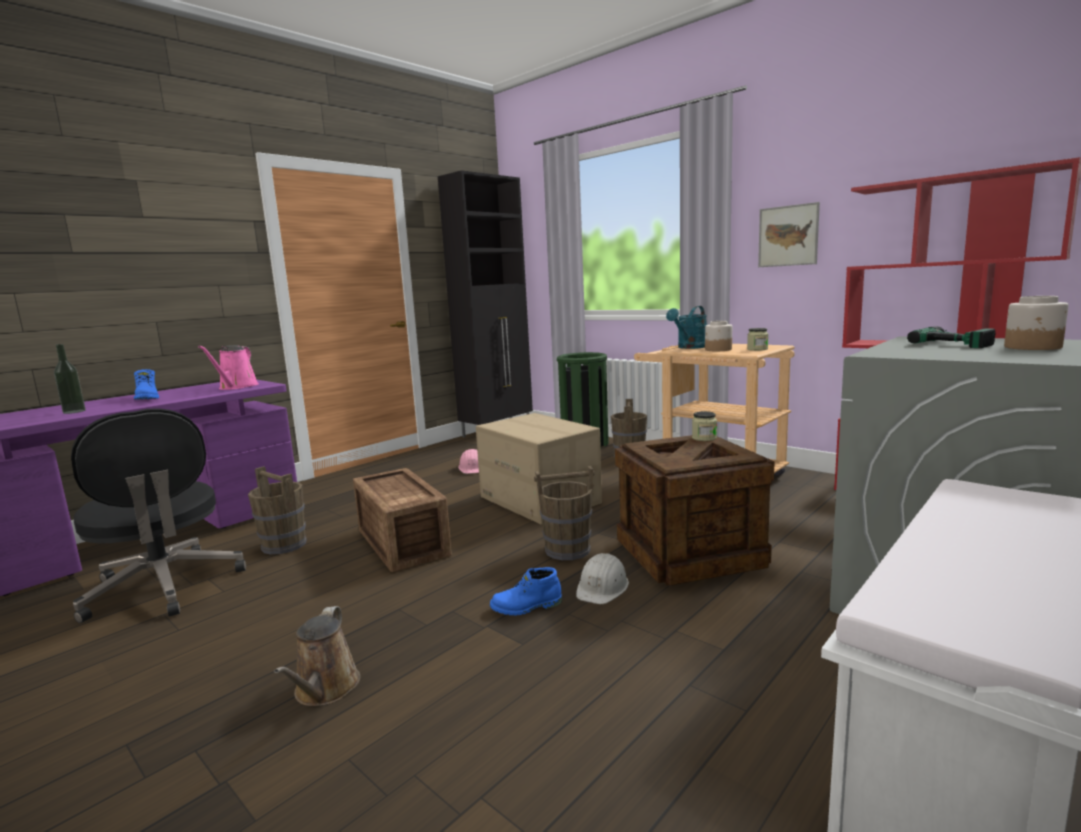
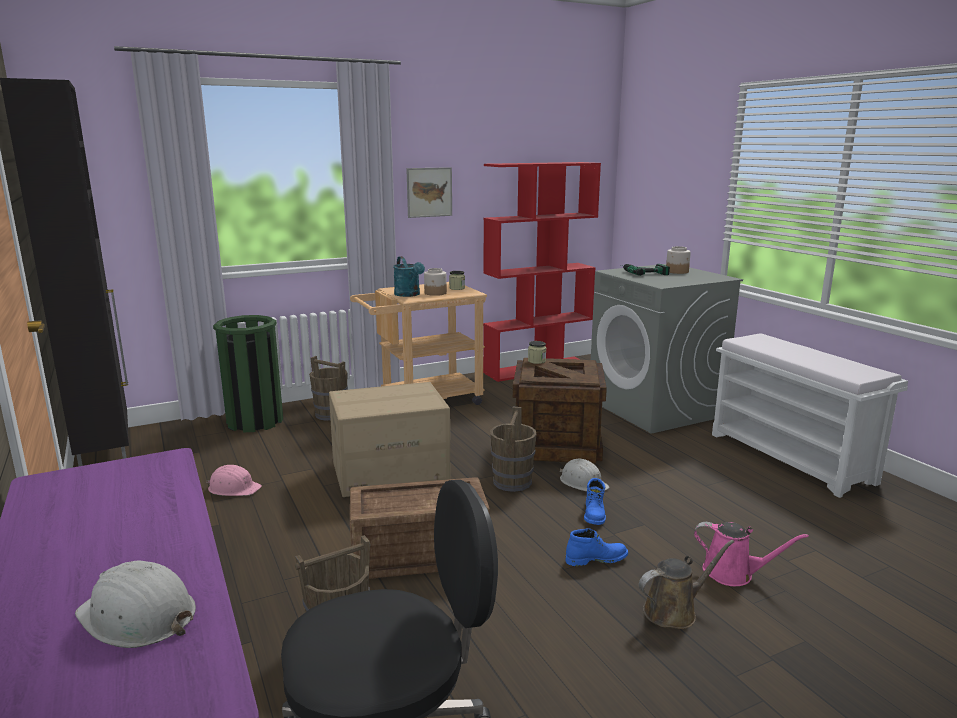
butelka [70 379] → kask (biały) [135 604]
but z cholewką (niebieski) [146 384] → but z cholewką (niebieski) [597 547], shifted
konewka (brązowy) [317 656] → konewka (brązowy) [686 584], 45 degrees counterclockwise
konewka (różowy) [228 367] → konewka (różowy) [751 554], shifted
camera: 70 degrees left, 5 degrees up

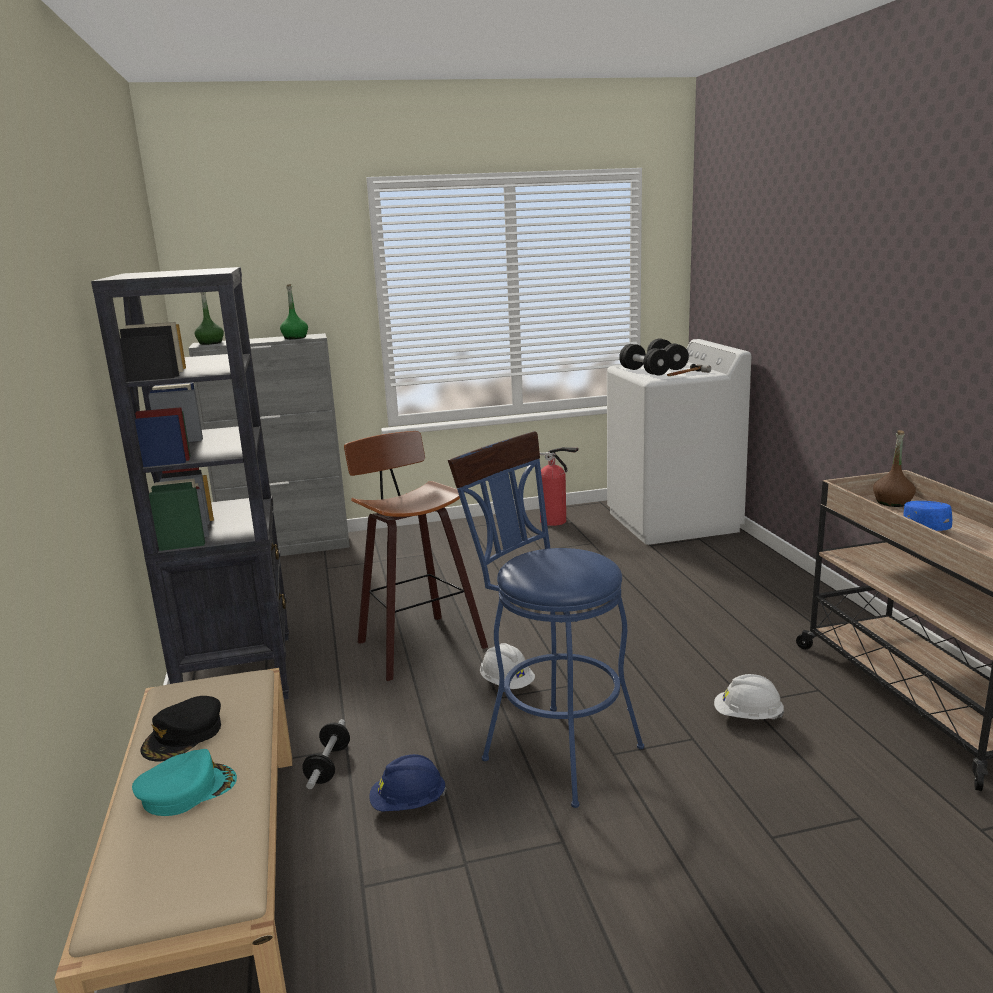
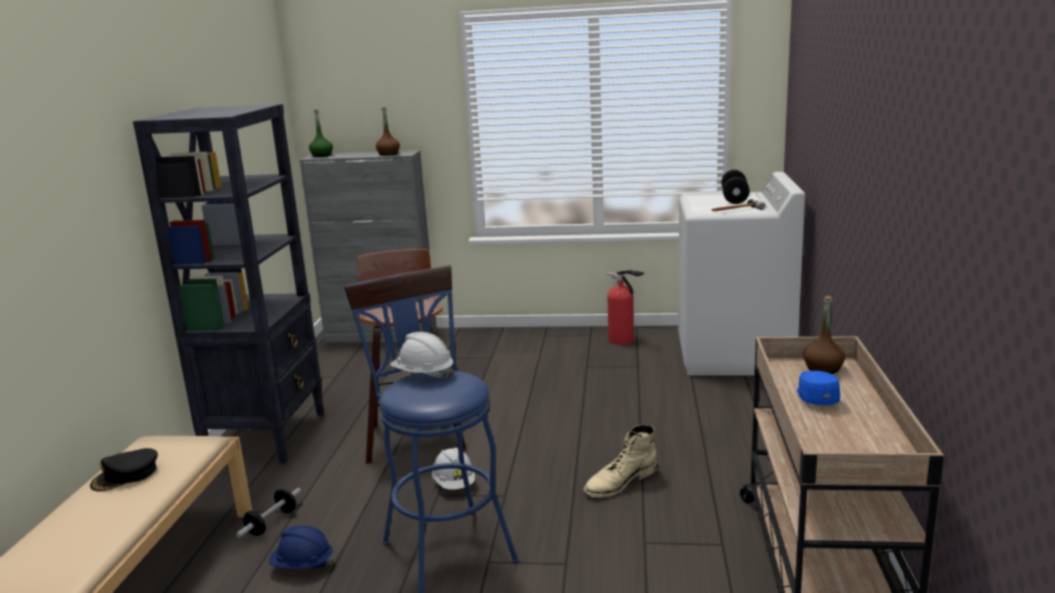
butelka (zielony) [294 311] → butelka (brązowy) [388 132]
kask (biały) [749 696] → kask (biały) [421 355], shifted
- → but z cholewką (beżowy) [620 461]
czapka z daszkiem (turkusowy) [184 782] → -
hantel (czarny) [645 360] → -
camera: 20 degrees right, 0 degrees up

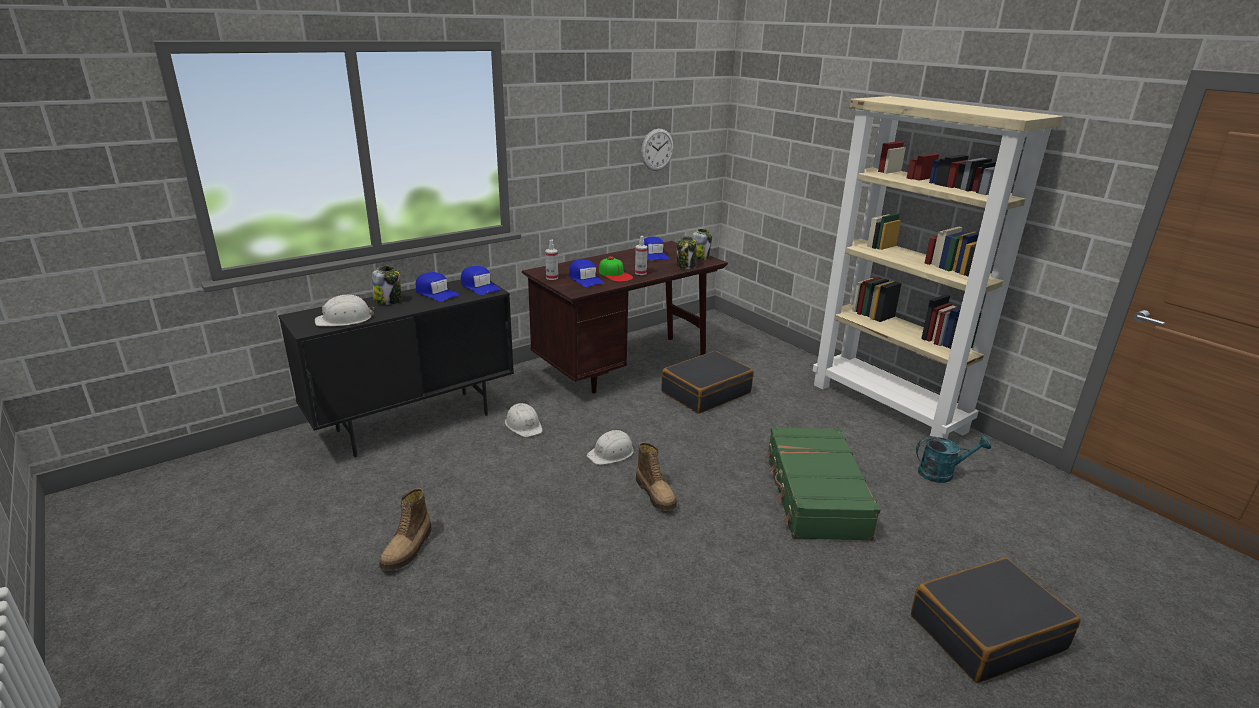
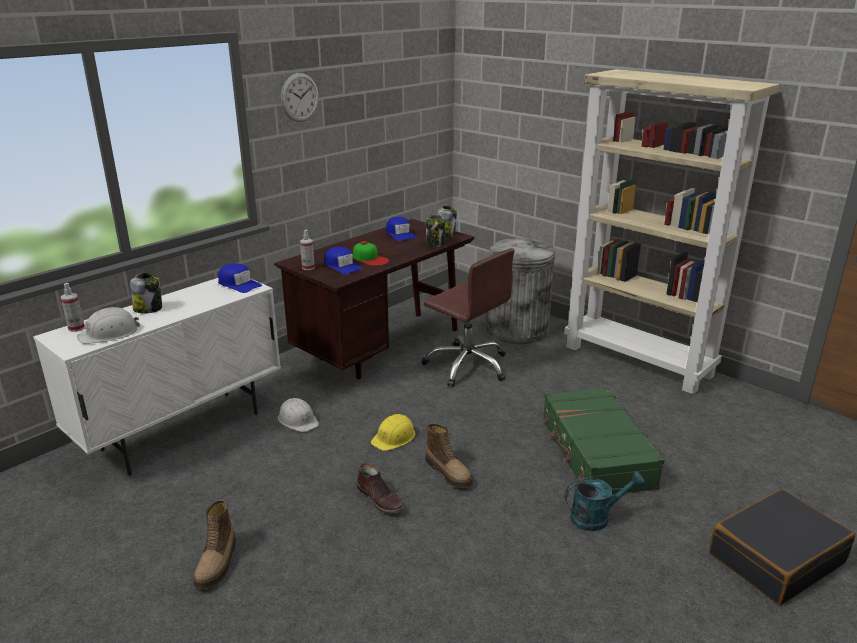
szafka (czarny) [396 368] → szafka (biały) [157 377]
spryskiwacz [641 255] → spryskiwacz [73 307], shifted
zegar ścienny [657 149] → zegar ścienny [300 97], shifted
- → but z cholewką (brązowy) [380 488]
kask (biały) [610 447] → kask (żółty) [393 432]
walizka (czarny) [707 382] → krzesło biurowe (brązowy) [468 317]
- → kosz na śmieci (szary) [521 291]
konewka (turkusowy) [953 459] → konewka (turkusowy) [605 501], shifted
czapka z daszkiem (niebieski) [437 287] → -
camera: 10 degrees left, 0 degrees up

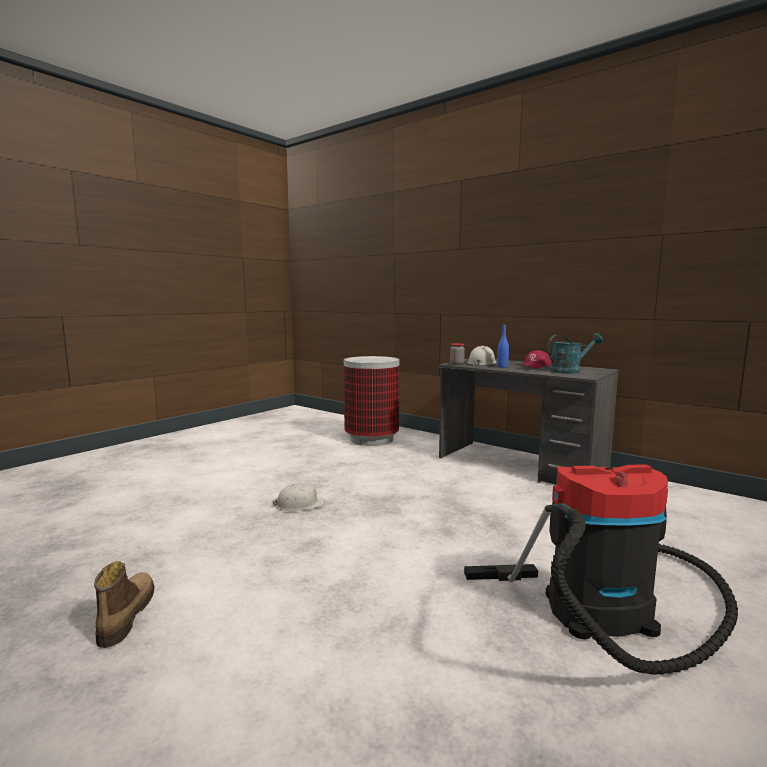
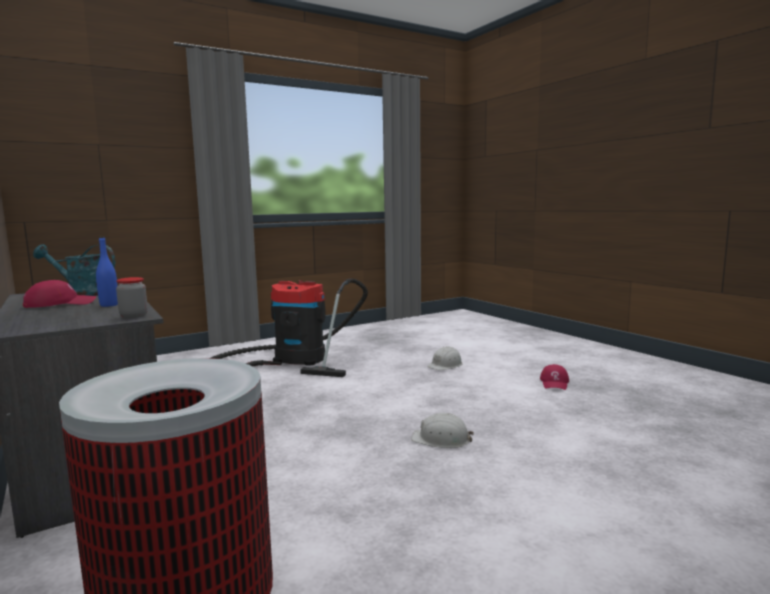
kask (biały) [482 356] → kask (biały) [445 358], shifted
but z cholewką [124 604] → czapka z daszkiem (czerwony) [554 377]
camera: 160 degrees left, 0 degrees up

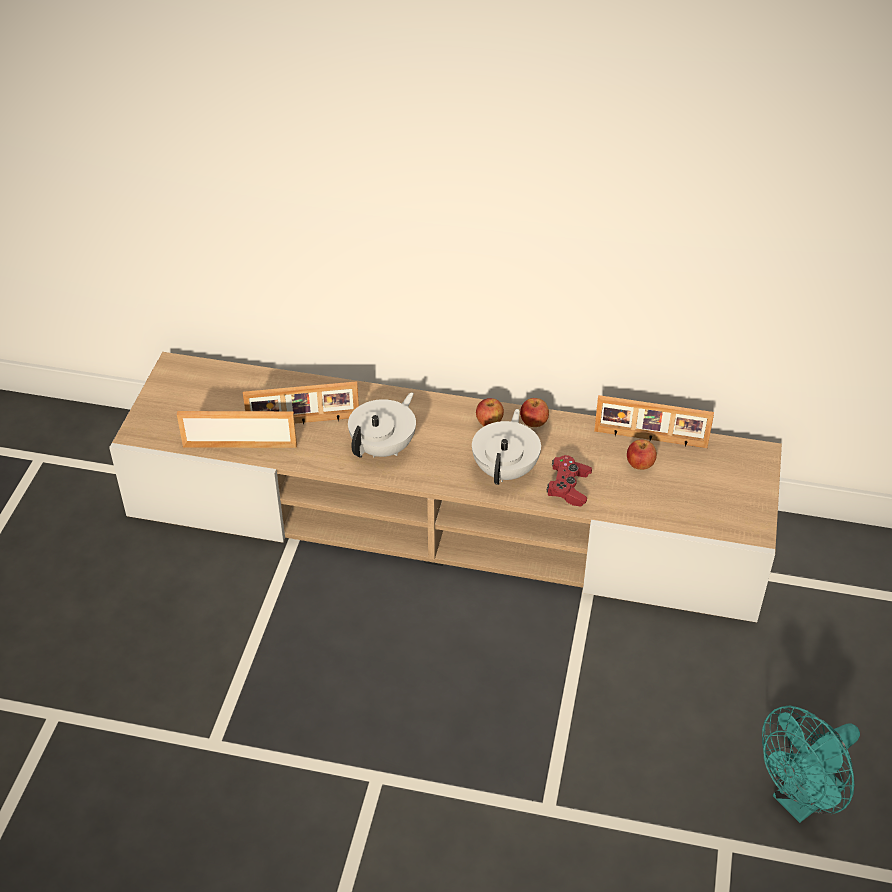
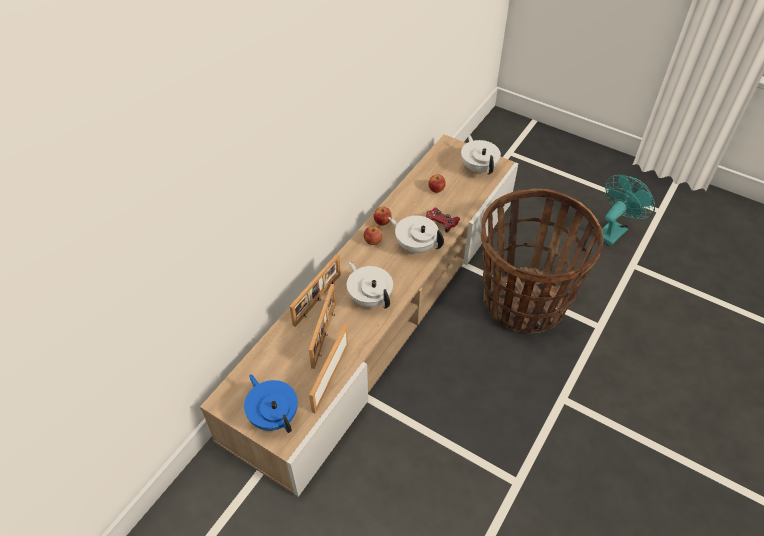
- → imbryk (niebieski) [271 403]
ramka na zdjęcie [654 421] → ramka na zdjęcie [315 290], shifted
- → imbryk (biały) [481 154]
- → koszyk [542 261]
wentylator (turkusowy) [811 764] → wentylator (turkusowy) [628 210], 120 degrees counterclockwise
camera: 70 degrees left, 5 degrees up

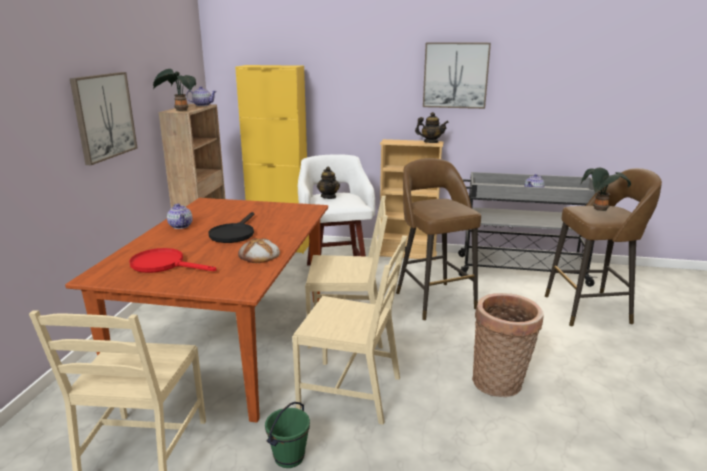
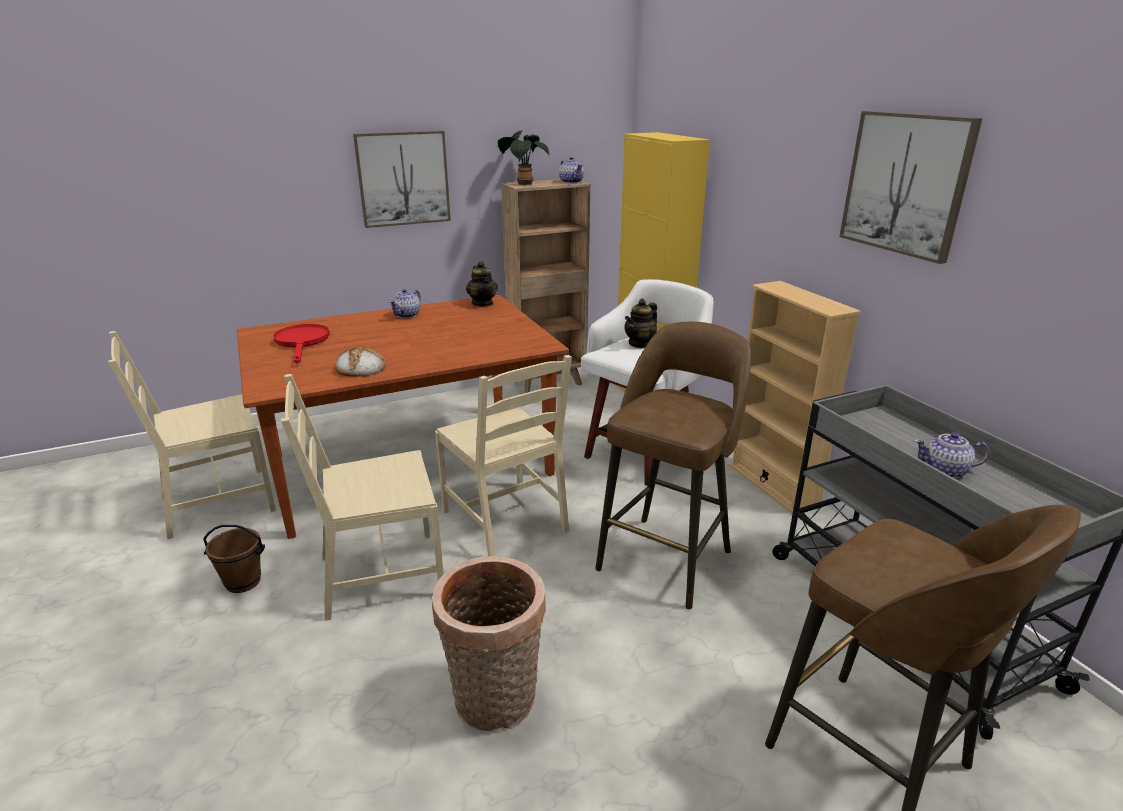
wiadro (zielony) [287 435] → wiadro (brązowy) [234 559]
krzesło (beżowy) [349 330] → krzesło (beżowy) [362 497], 90 degrees clockwise
imbryk [432 127] → imbryk [482 283], shifted
patelnia (czarny) [231 227] → -
roślina doniczkowa [606 189] → -
camera: 55 degrees right, 5 degrees up

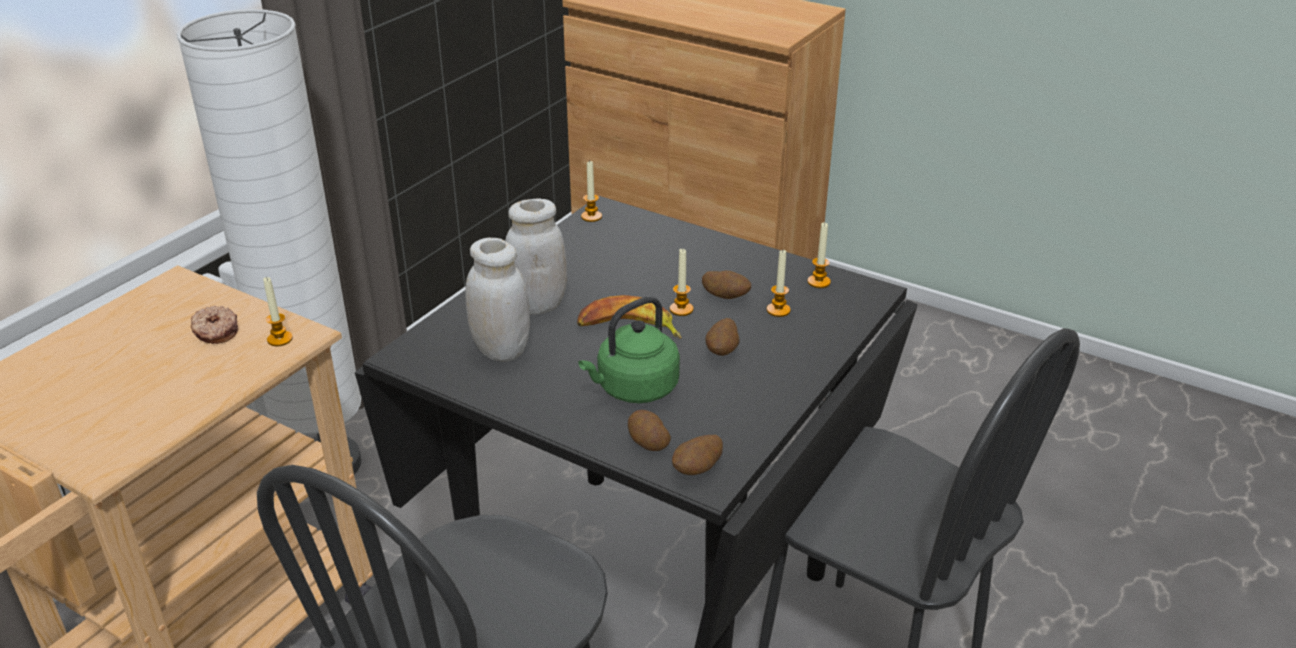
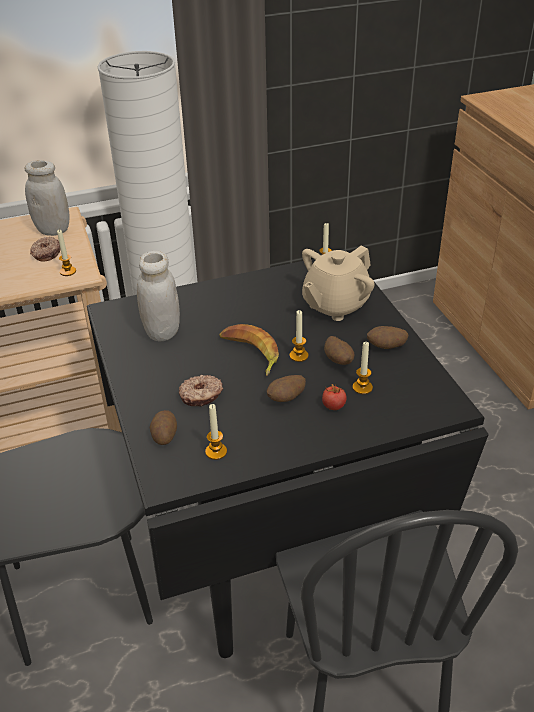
słoik (biały) [536 256] → słoik (biały) [47 198], shifted
czajnik (zielony) [629 349] → donut [201 391]
świeca [819 255] → świeca [216 432], shifted
- → imbryk (beżowy) [338 283]
- → pomidor [334 397]
ziemniak [697 455] → ziemniak [387 337], shifted
camera: 40 degrees right, 5 degrees up

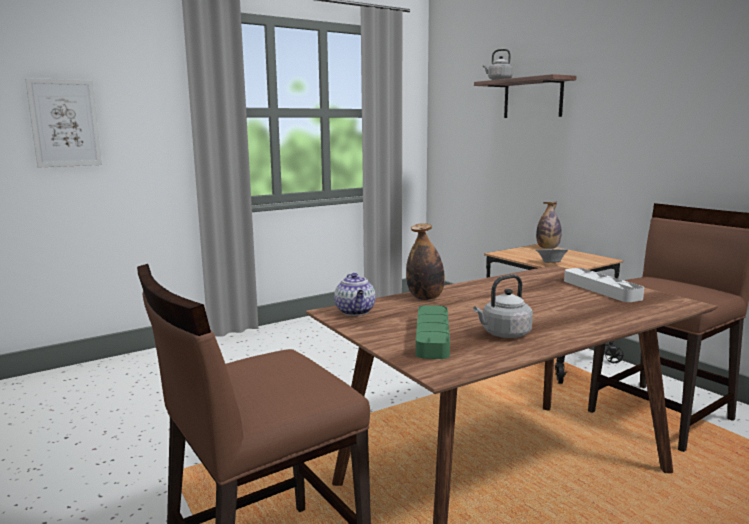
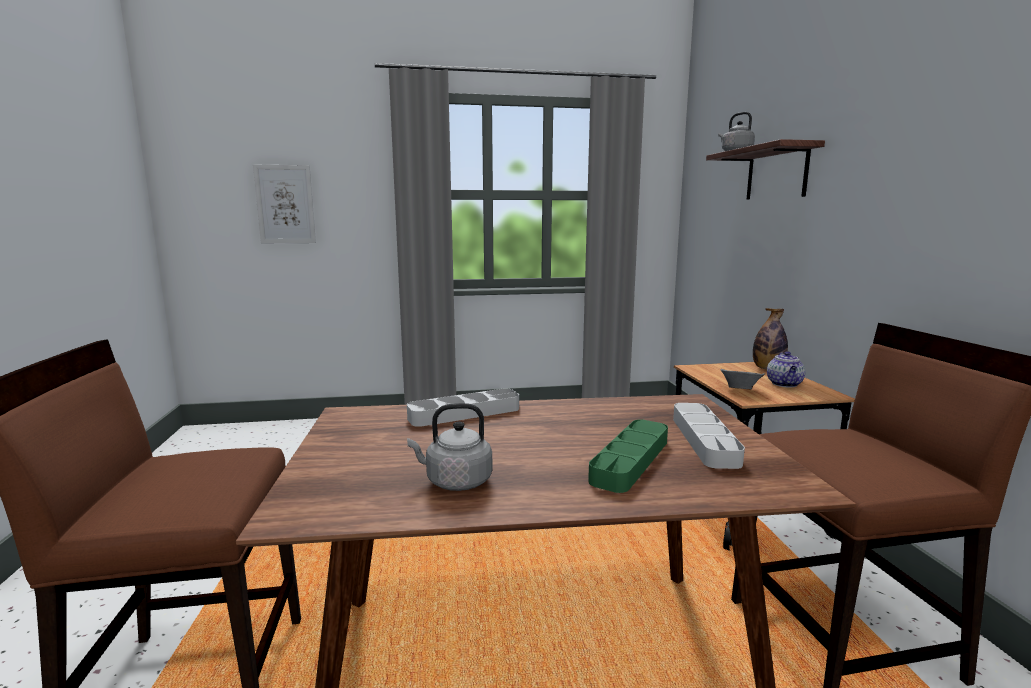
butelka [425 261] → taca (szary) [463 407]
taca (zielony) [433 332] → taca (zielony) [628 456], shifted
imbryk [355 294] → imbryk [786 369], shifted
camera: 25 degrees right, 0 degrees up

